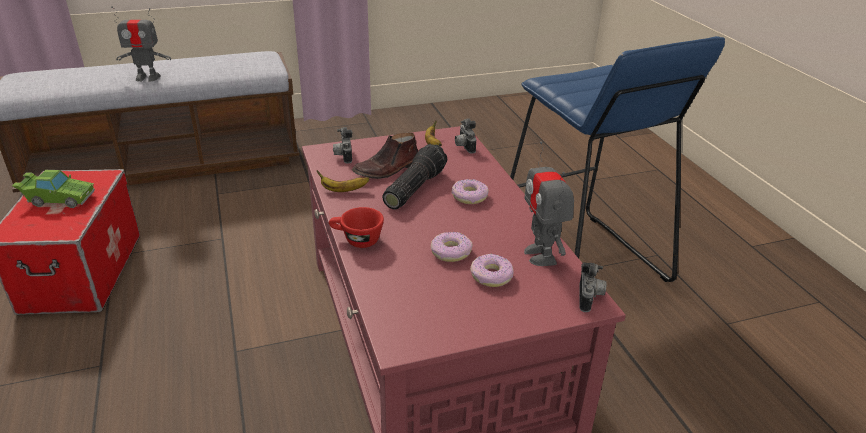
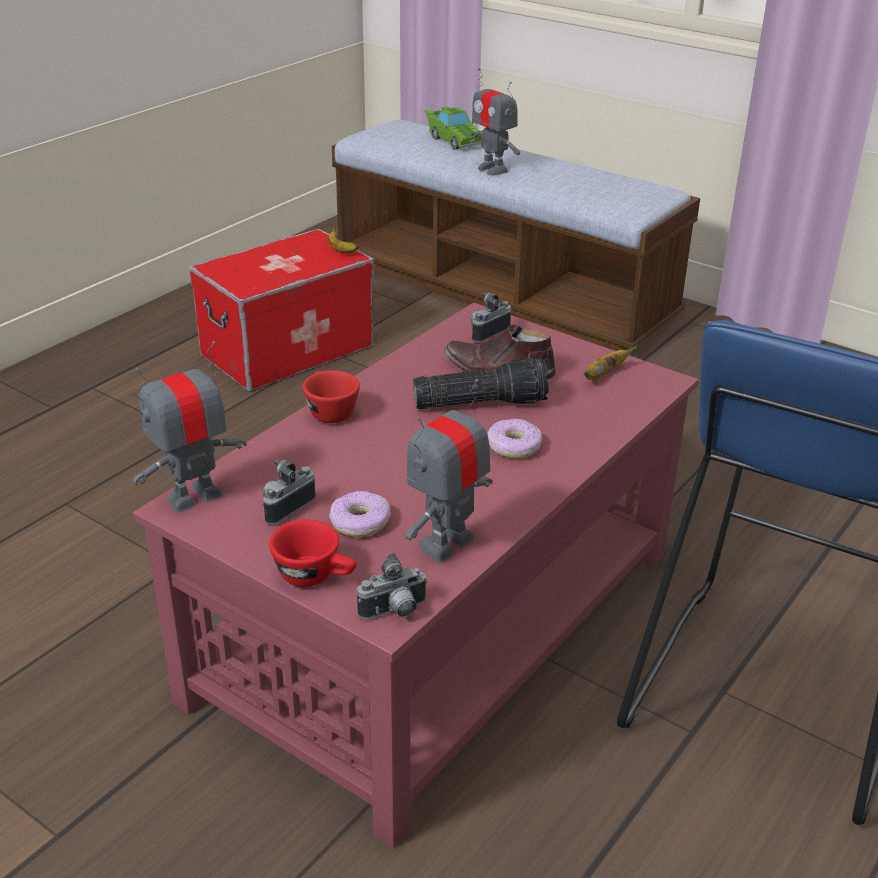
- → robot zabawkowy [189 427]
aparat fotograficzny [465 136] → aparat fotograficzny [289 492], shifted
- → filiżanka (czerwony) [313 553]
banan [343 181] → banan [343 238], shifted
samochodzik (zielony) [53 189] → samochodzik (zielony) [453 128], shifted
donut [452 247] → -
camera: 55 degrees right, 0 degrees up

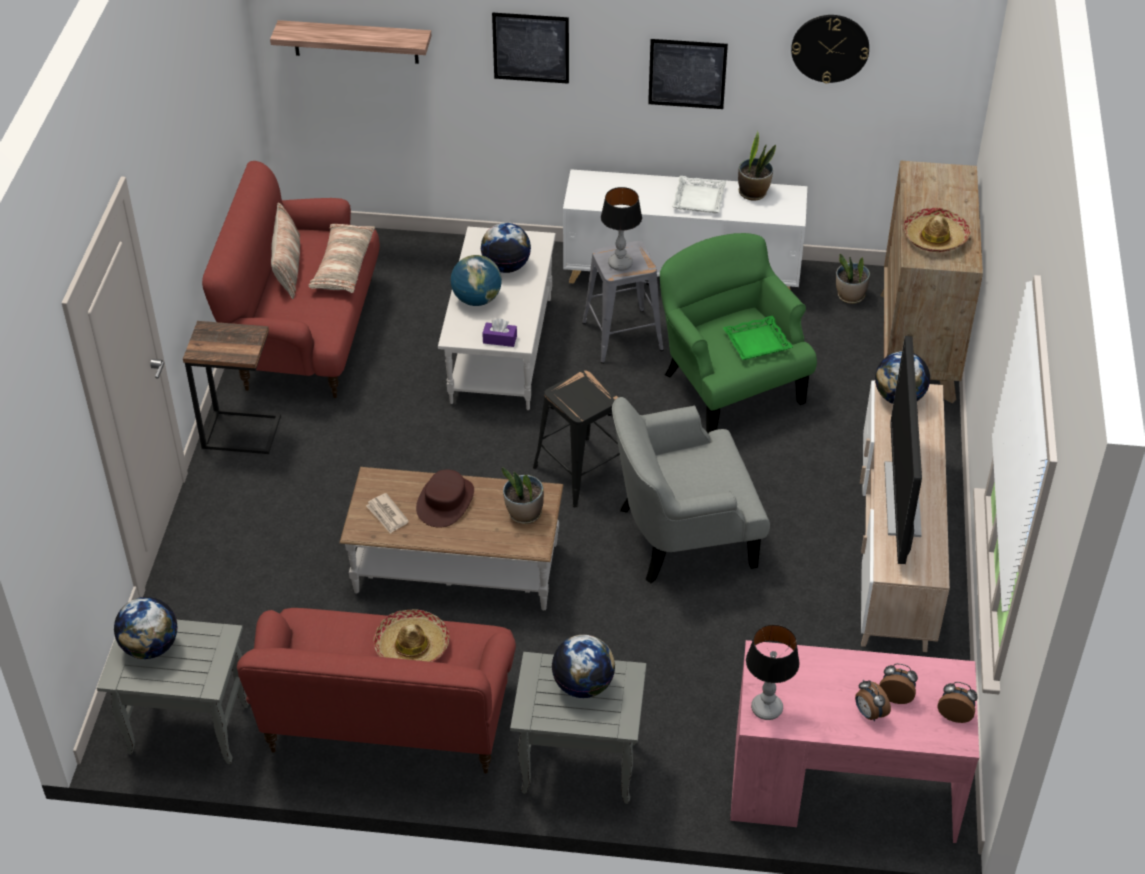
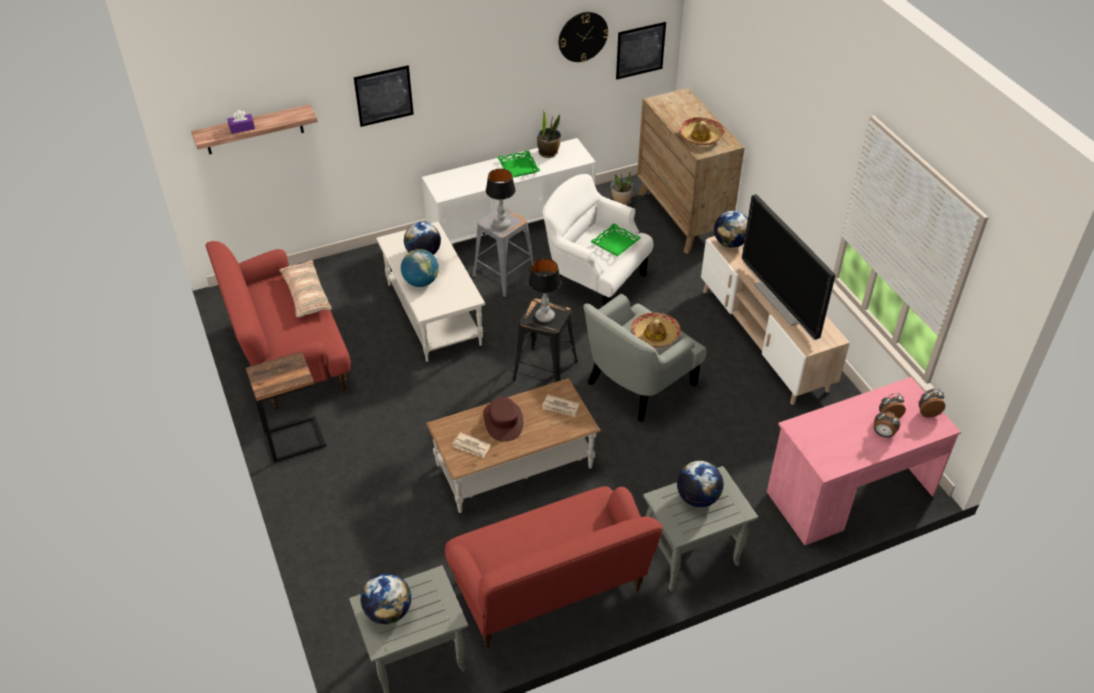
pudełko chusteczek (fioletowy) [499 333] → pudełko chusteczek (fioletowy) [241 122], shifted
taca (biały) [699 194] → taca (zielony) [519 164]
lampa stołowa [773 672] → lampa stołowa [545 290], shifted
roślina doniczkowa [523 495] → gazeta [560 405]
fotel (zielony) [738 333] → fotel (biały) [598 240]
obraz [688 74] → obraz [641 50], shifted
kapelusz [411 636] → kapelusz [656 330], shifted
poduszka [285 251] → -
camera: 30 degrees left, 0 degrees up

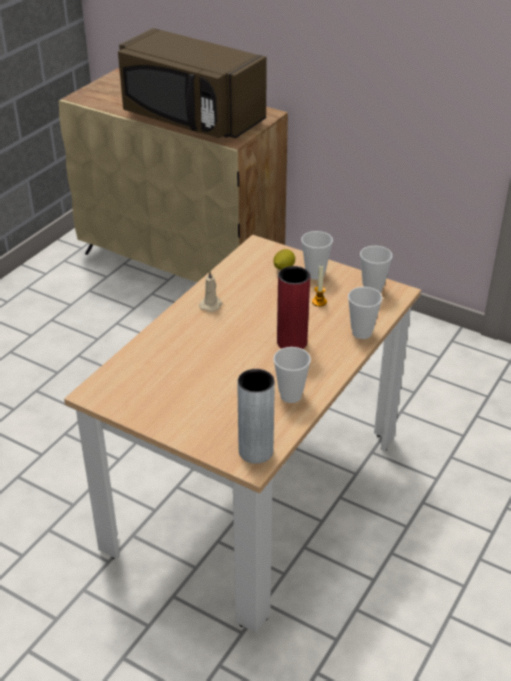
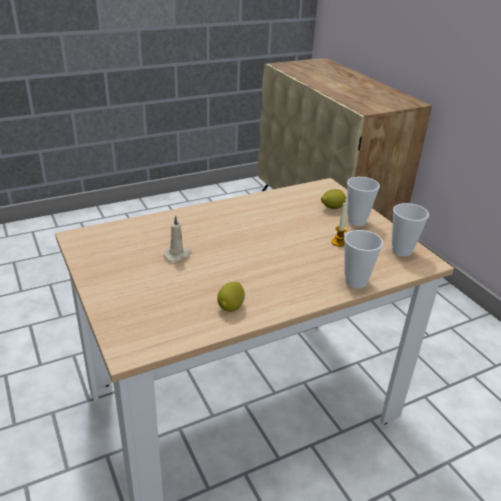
świeca (beżowy) [211 291] → świeca (beżowy) [178 238], shifted
filiżanka [292 375] → cytryna [231 297]
mikrofalówka (brązowy) [192 83] → -
wazon (szary) [256 416] → -
wazon (czerwony) [293 307] → -
camera: 30 degrees right, 5 degrees down

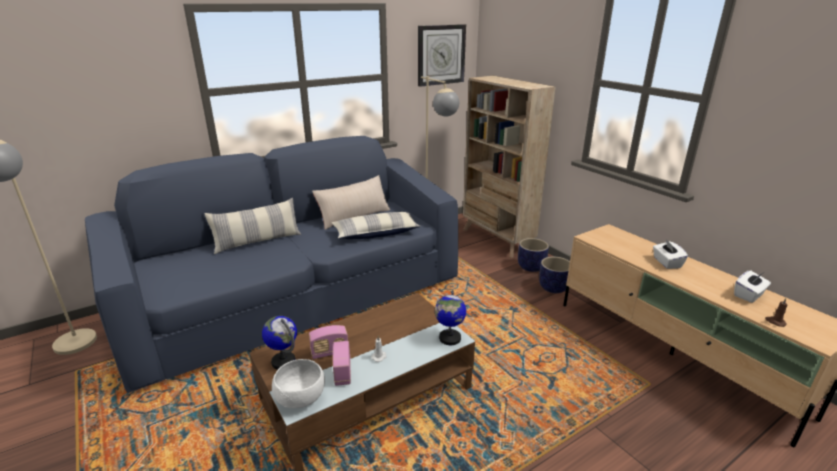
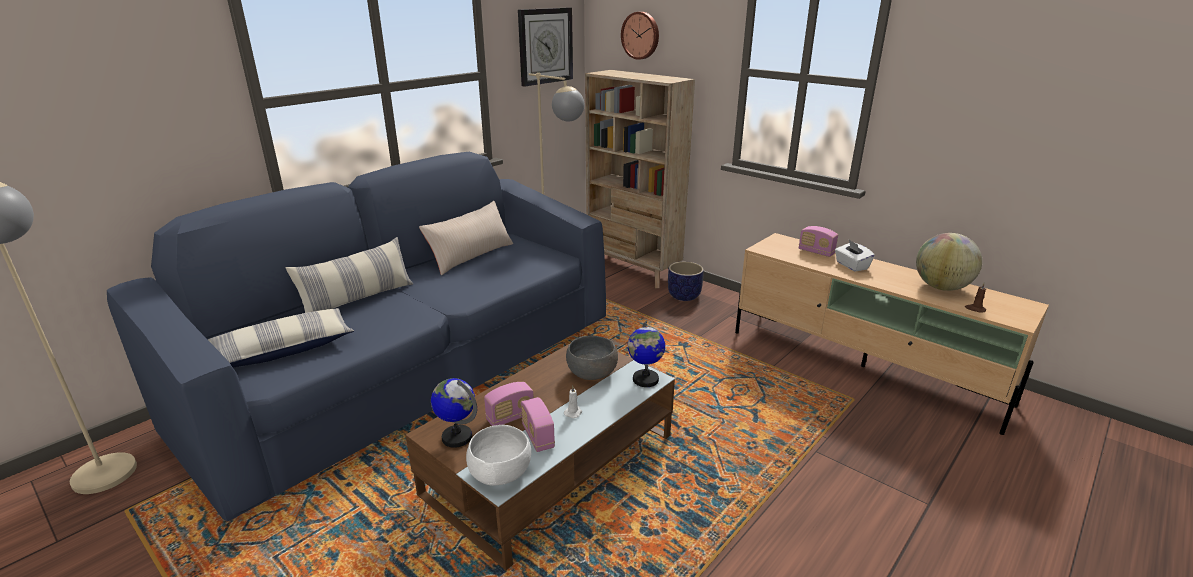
poduszka [376 225] → poduszka [281 337], shifted
- → miska (szary) [592 358]
- → zegar ścienny [640 36]
- → radio [818 241]
pudełko chusteczek (biały) [752 287] → globus [949 262]
donica [554 275] → -
camera: 15 degrees left, 0 degrees up

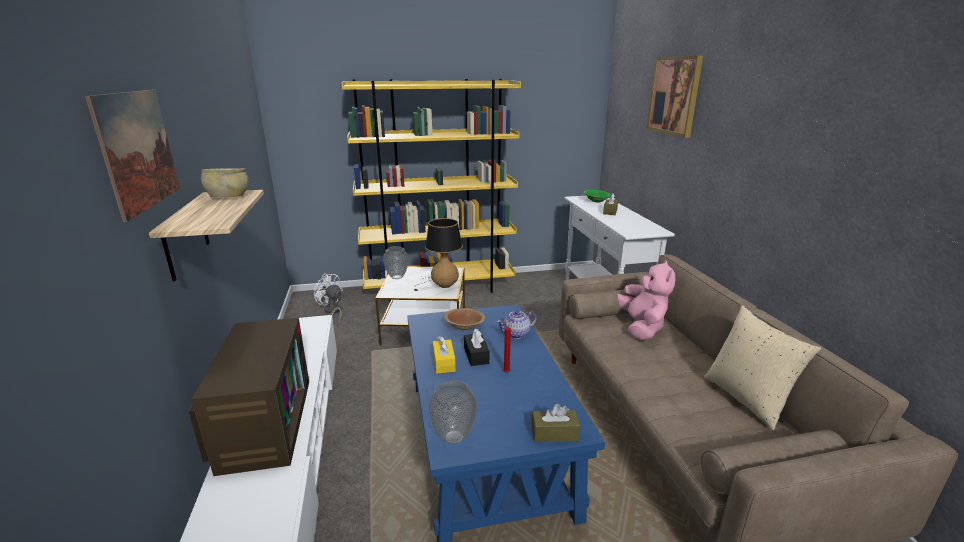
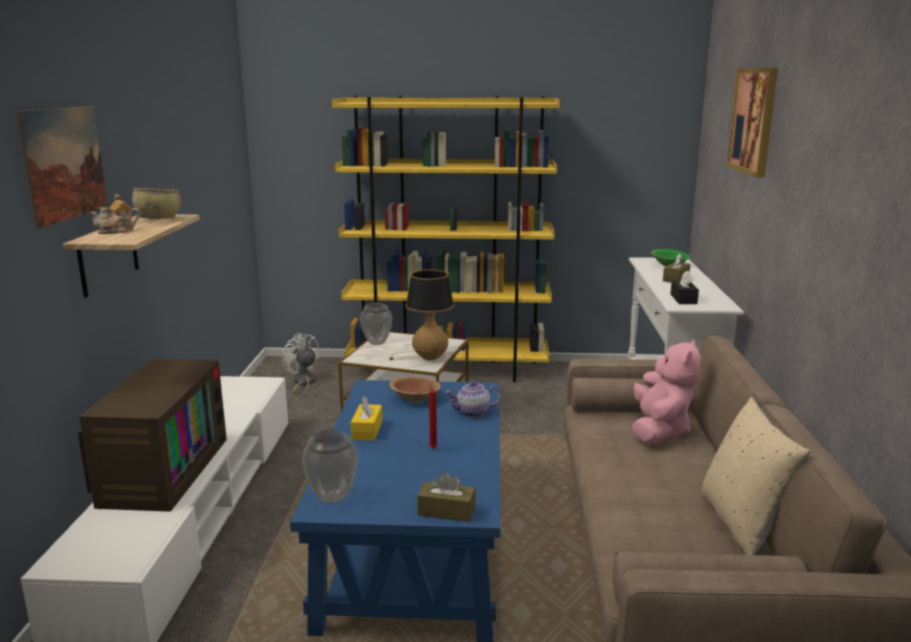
- → imbryk [114 214]
pudełko chusteczek (czarny) [476 347] → pudełko chusteczek (czarny) [685 287], shifted
camera: 15 degrees right, 5 degrees down

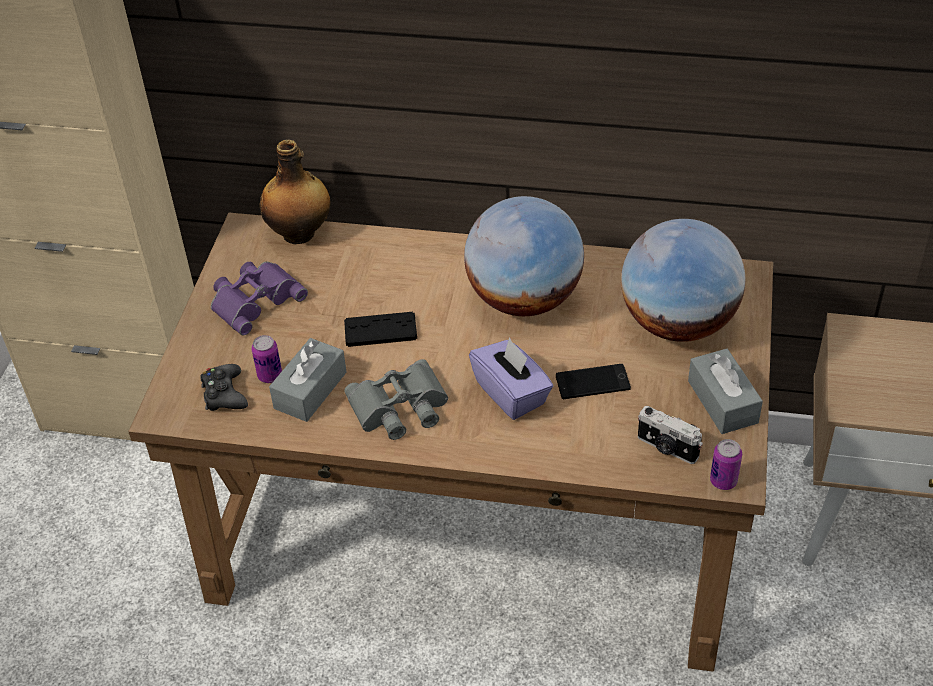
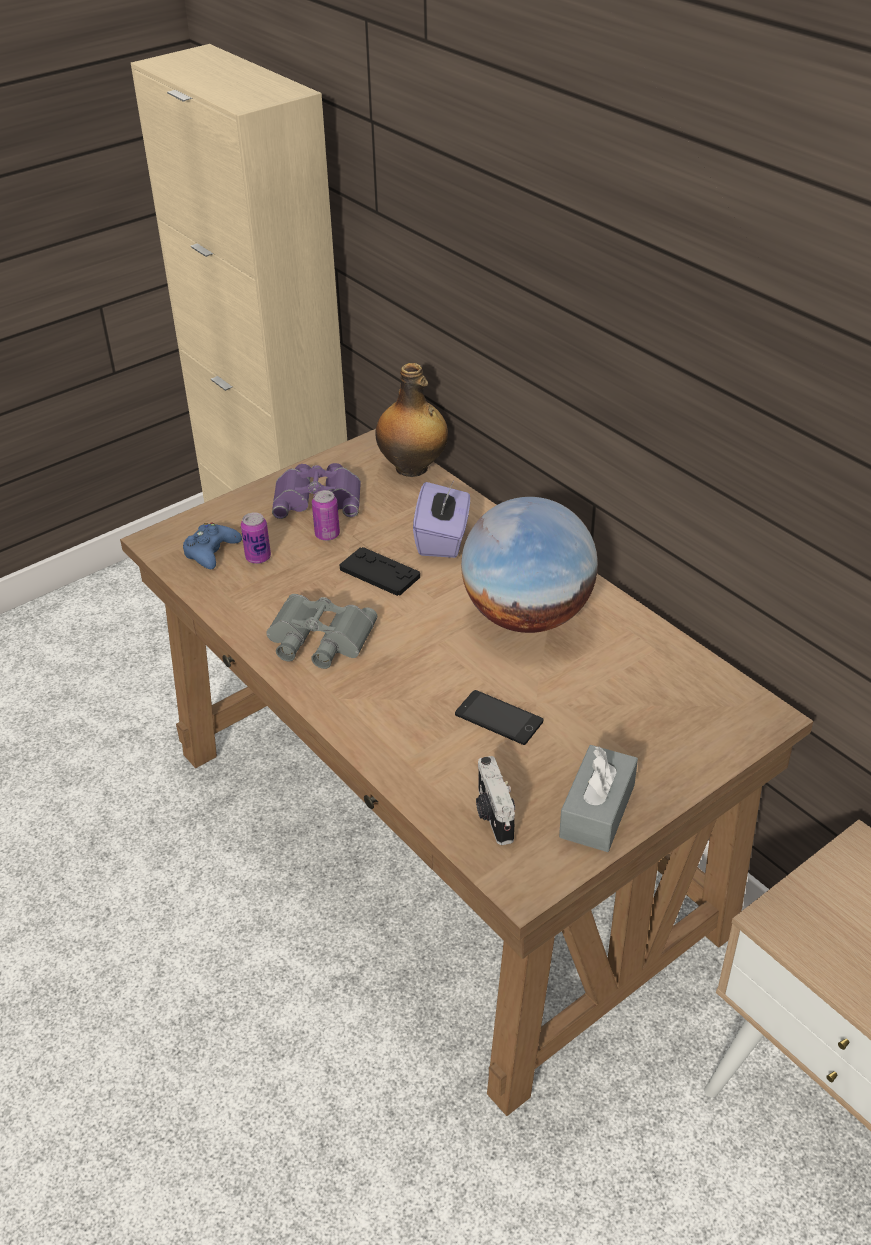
pad do gier (czarny) [224 387] → pad do gier (niebieski) [212 546]
puszka [726 464] → puszka [326 515], shifted
pudełko chusteczek (fioletowy) [511 378] → pudełko chusteczek (fioletowy) [441 520], shifted
pudełko chusteczek (szary) [308 380] → -
globus [683 280] → -
camera: 40 degrees right, 5 degrees down

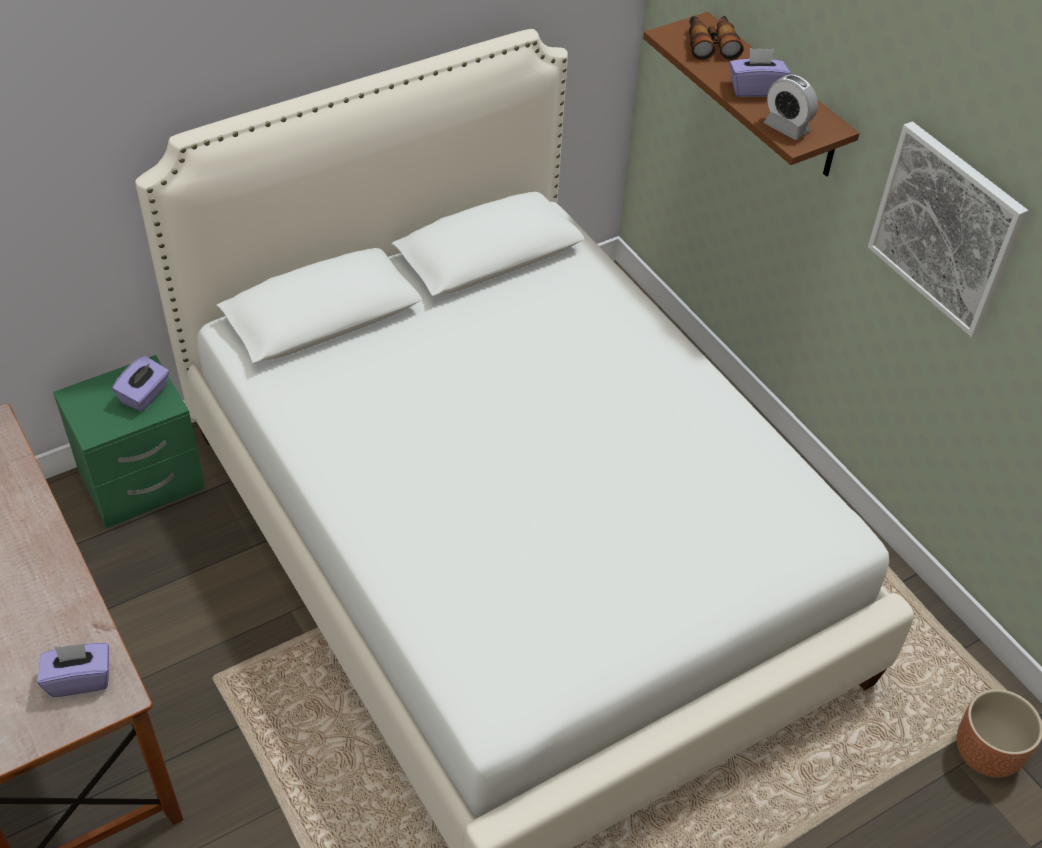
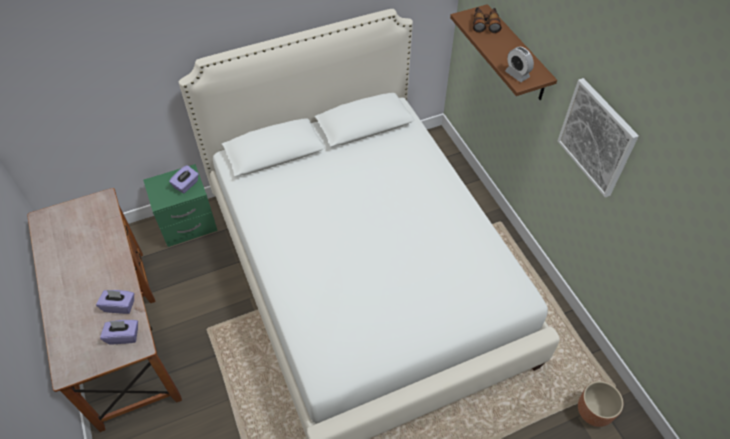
pudełko chusteczek (fioletowy) [760 72] → pudełko chusteczek (fioletowy) [115 302], shifted
camera: 10 degrees right, 5 degrees up

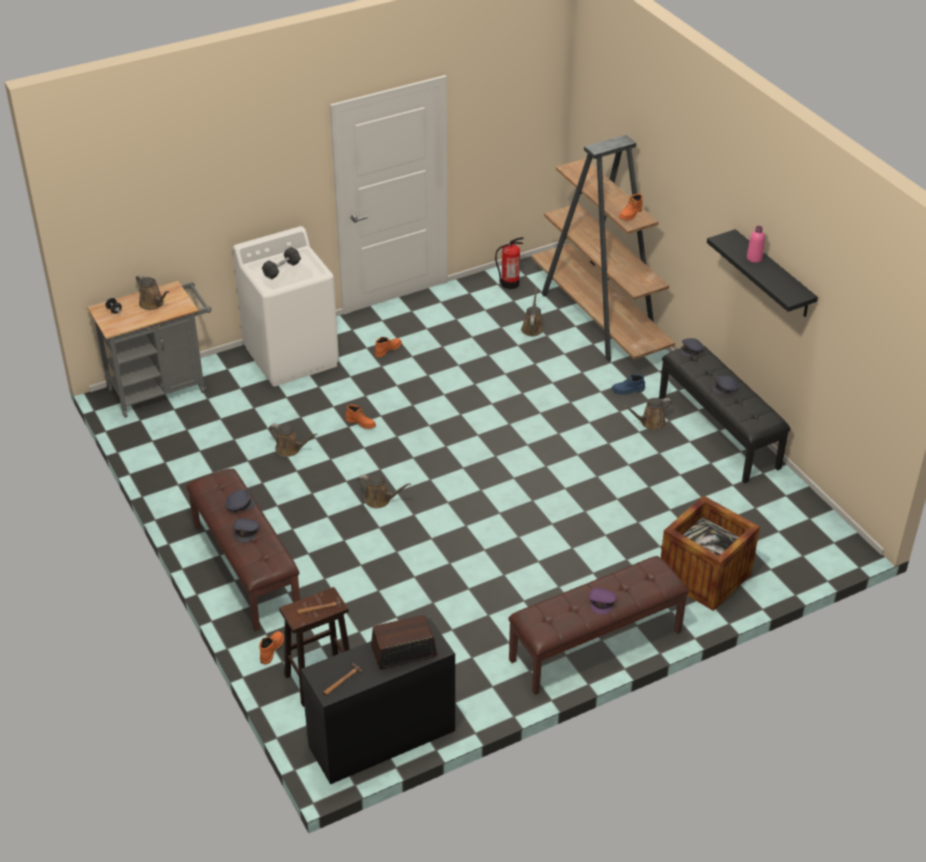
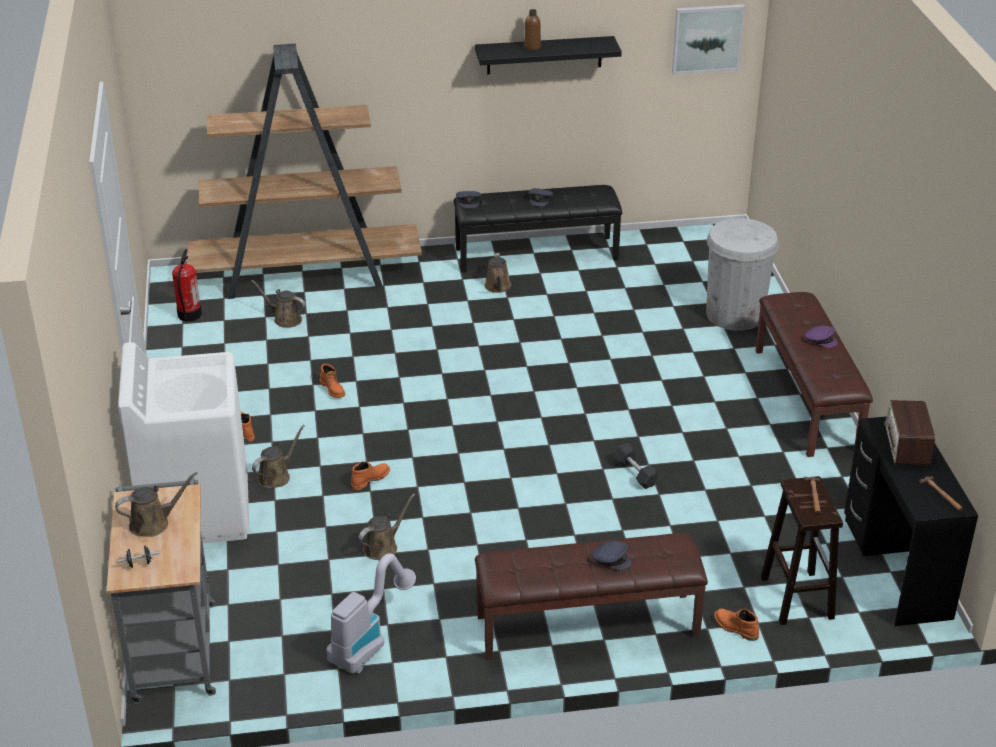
konewka (brązowy) [384 491] → konewka (brązowy) [278 456], shifted
but z cholewką (pomarańczowy) [631 206] → but z cholewką (pomarańczowy) [332 381], shifted
- → odkurzacz [371 613]
butelka (różowy) [756 244] → butelka (brązowy) [532 29]
hantel (szary) [281 263] → hantel (szary) [636 466], shifted
- → obraz [708 39]
skrzynka [710 553] → kosz na śmieci (biały) [742 274]
czapka z daszkiem (szary) [240 501] → -
but z cholewką (niebieski) [628 384] → -
camera: 70 degrees left, 5 degrees down

